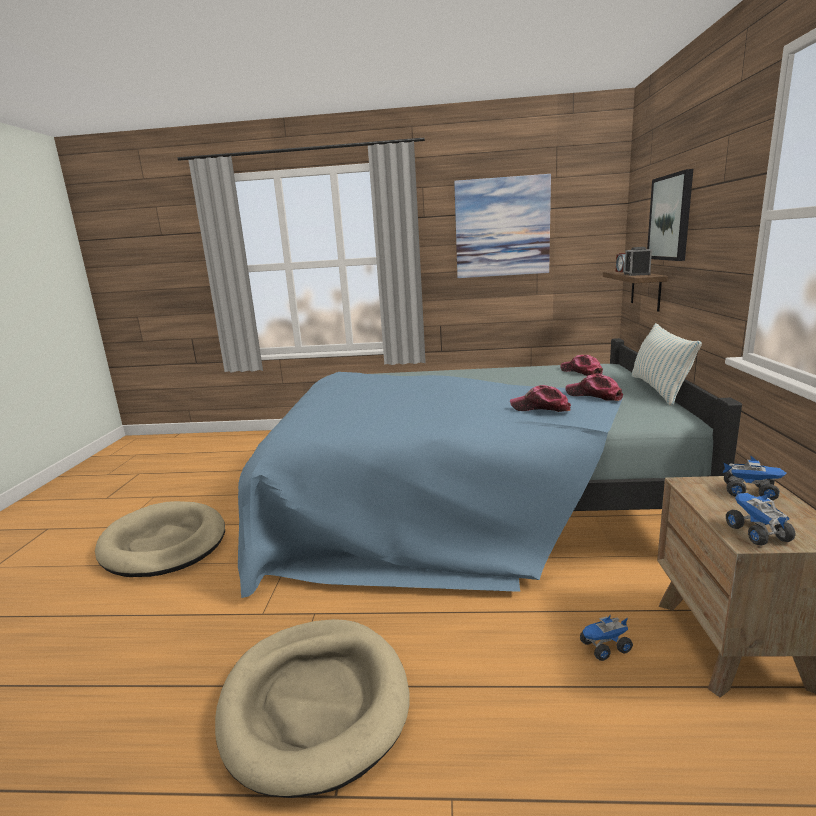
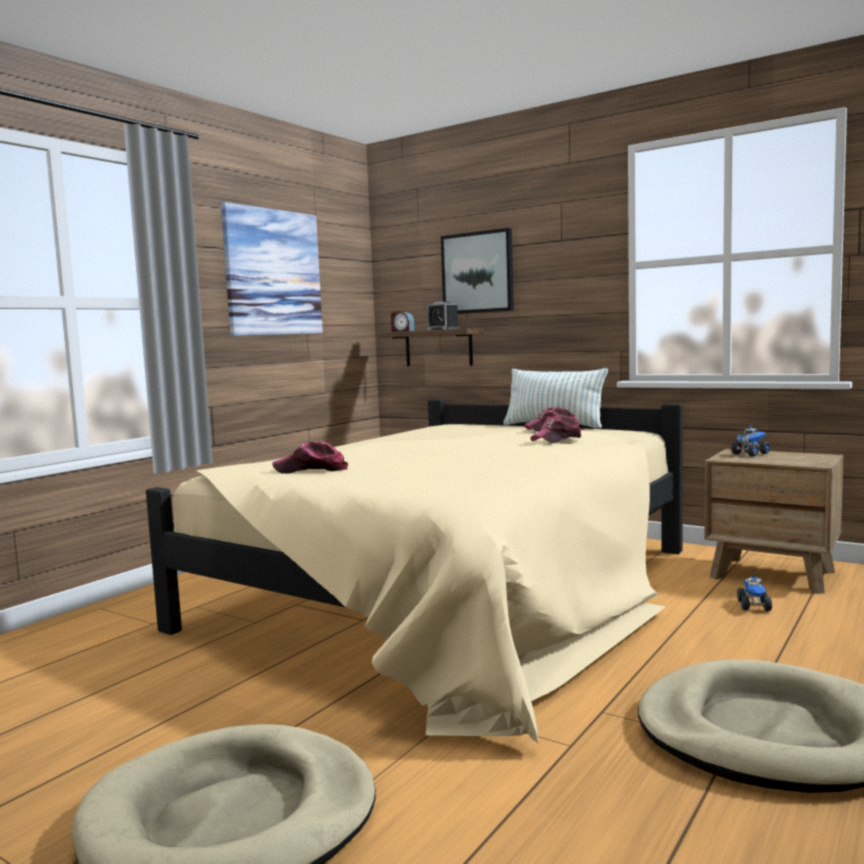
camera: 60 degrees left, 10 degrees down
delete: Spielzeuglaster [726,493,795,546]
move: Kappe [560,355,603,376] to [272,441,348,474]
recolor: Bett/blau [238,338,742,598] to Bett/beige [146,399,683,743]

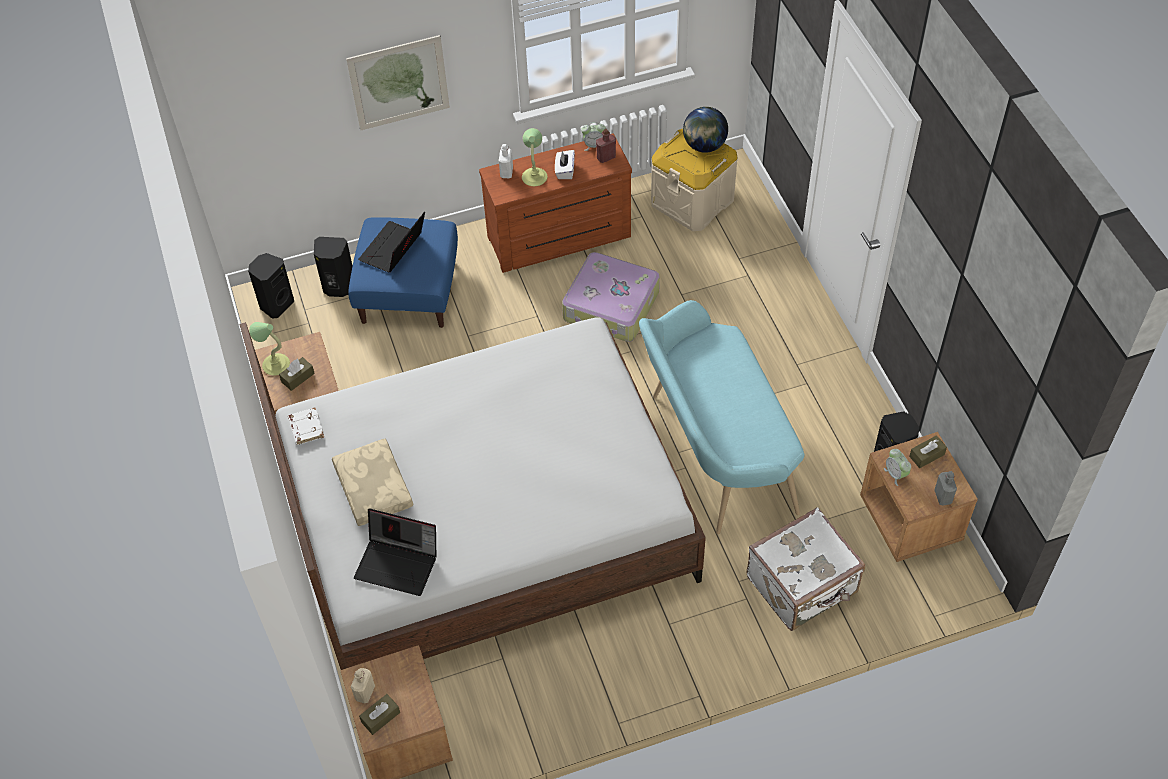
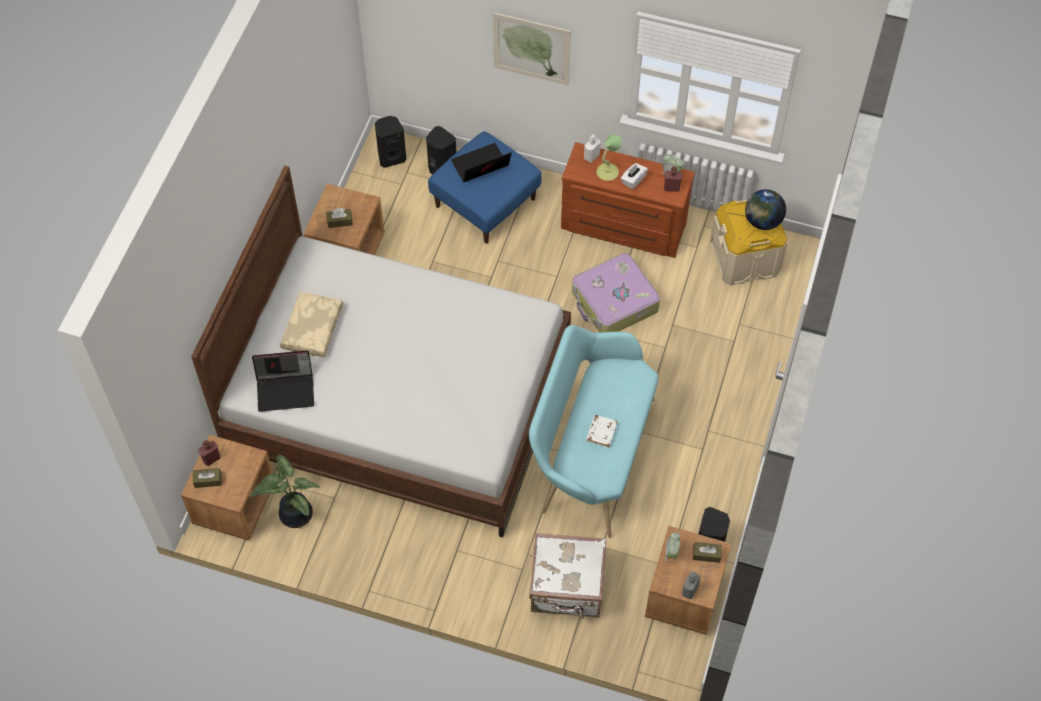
camera: 35 degrees right, 5 degrees up
delete: Tischlampe [249,322,290,376]
insert: Topfpflanze [250,454,320,528]
move: Buch/weiß [288,407,324,445] to [586,415,617,447]
recolor: Flasche/beige [351,668,375,703] to Flasche/rot [198,440,221,466]
rotate: Laptop [354,508,436,596] = [252,350,314,412] 60 degrees counterclockwise

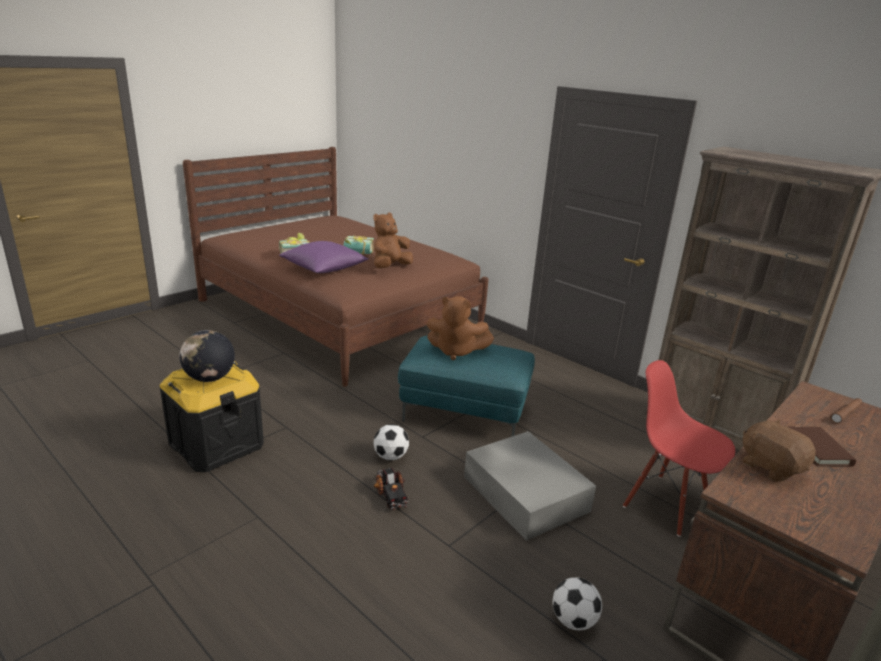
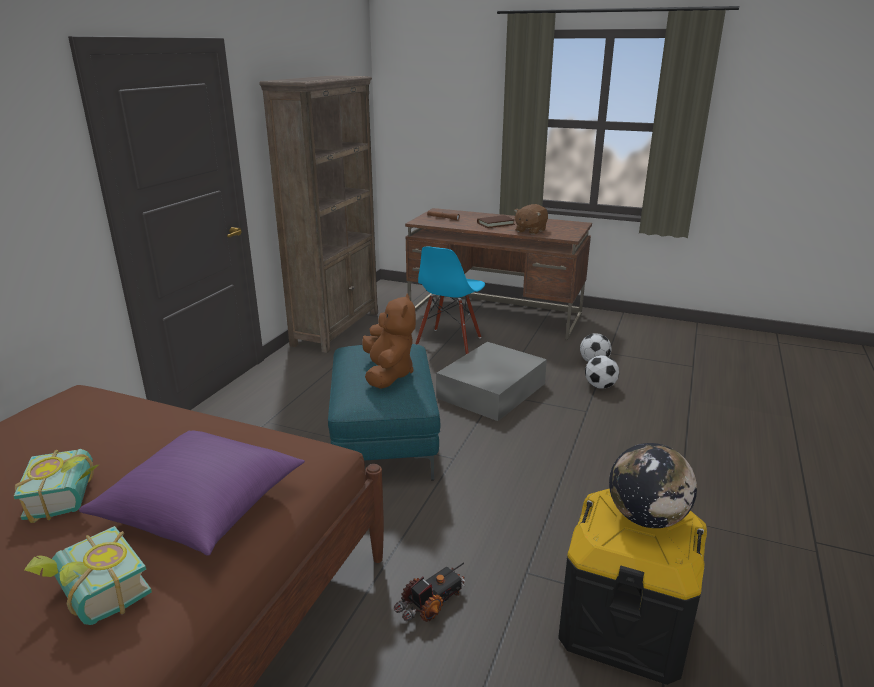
camera: 110 degrees left, 0 degrees up
delete: Plüschtier/braun [373,213,413,268]
move: Fußball [374,424,409,461] to [585,355,619,389]; Spielzeuglaster [374,468,409,510] to [394,562,465,622]
recolor: Stuhl/rot [623,360,735,537] to Stuhl/blau [415,246,485,354]

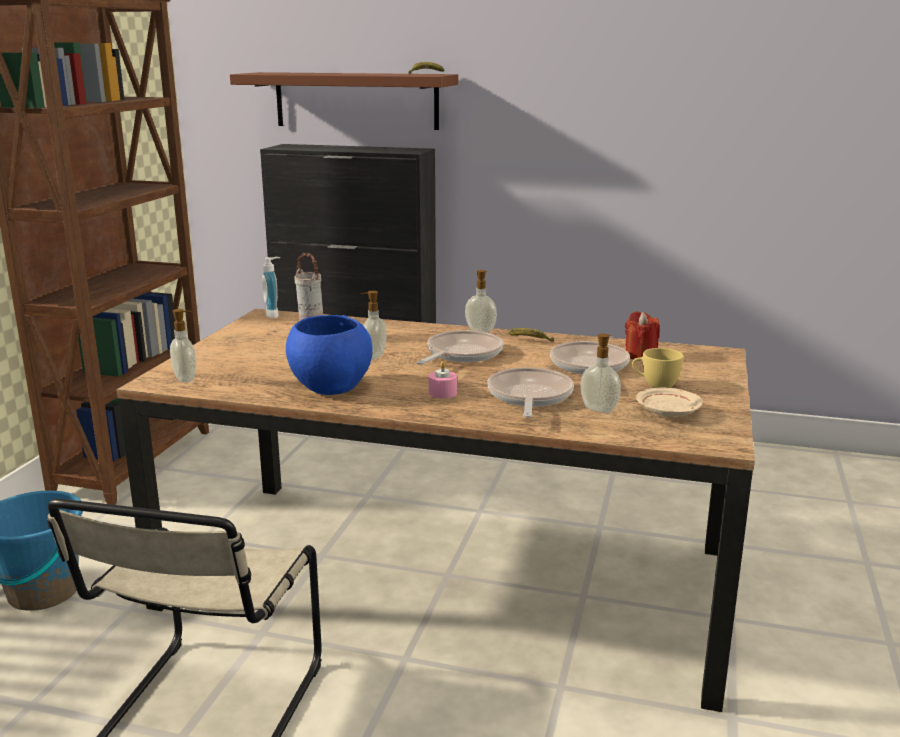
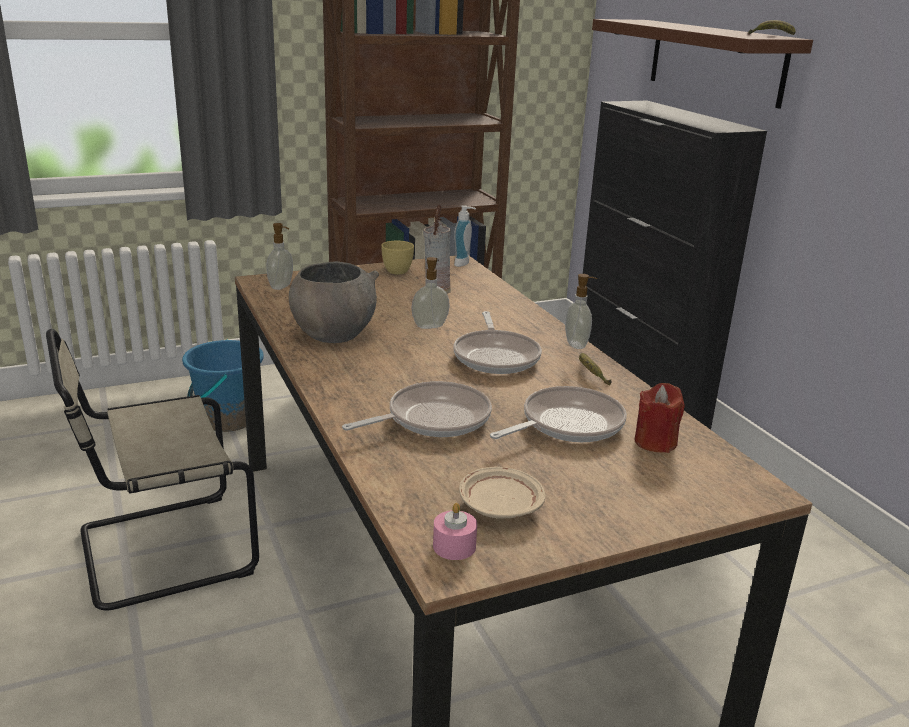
camera: 50 degrees right, 5 degrees up
delete: Seifenspender [580,334,621,413]
move: Kerze/rosa [429,361,457,398] to [433,503,477,560]; Tasse/gelb [632,348,684,388] to [381,241,414,275]
recolor: Schüssel/blau [286,315,373,395] to Schüssel/grau [289,261,379,343]
rotate: Pfanne [417,330,503,365] = [453,311,542,374] 90 degrees clockwise

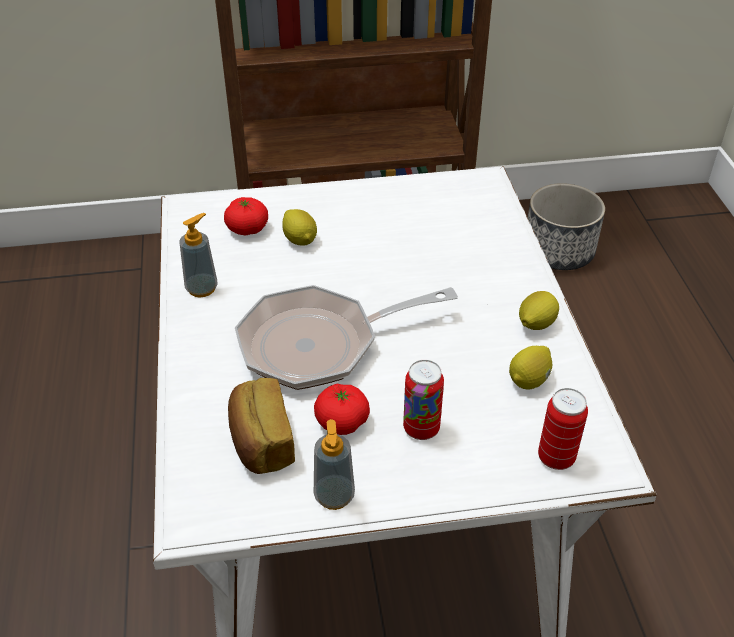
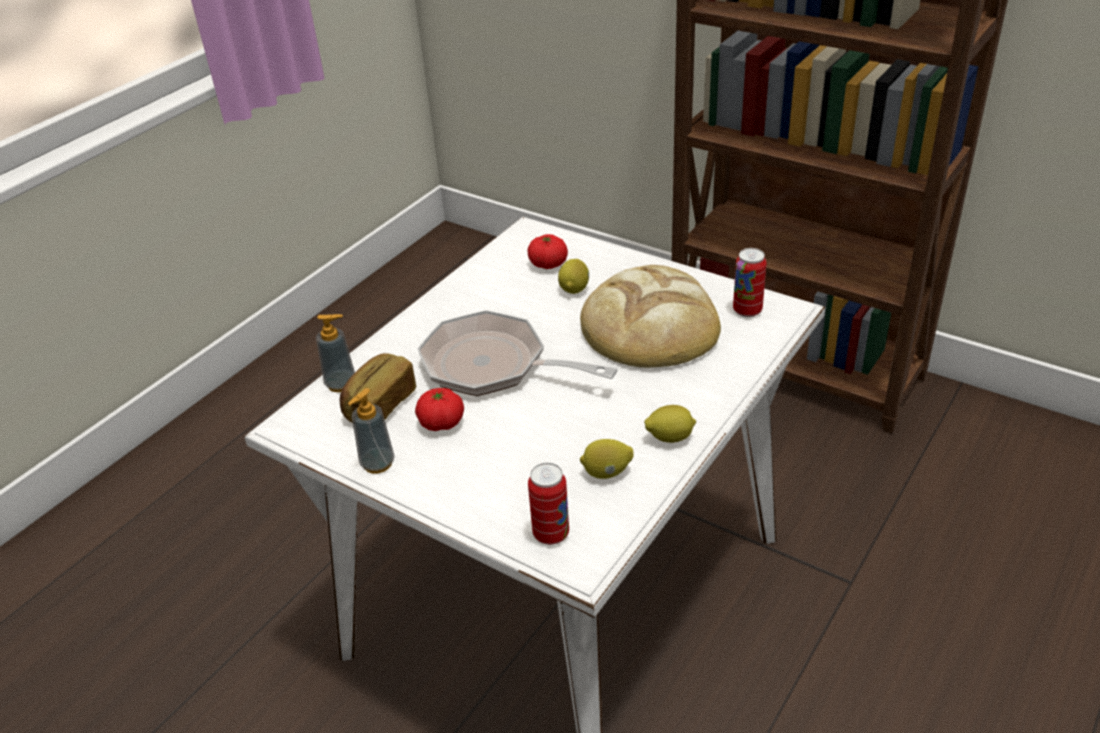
camera: 45 degrees right, 5 degrees down
delete: Pflanzkübel [528,183,605,270]
insert: Brot [580,265,721,368]
move: Seifenspender [179,213,218,297] to [316,314,355,392]; Dose [403,360,444,440] to [733,248,767,317]

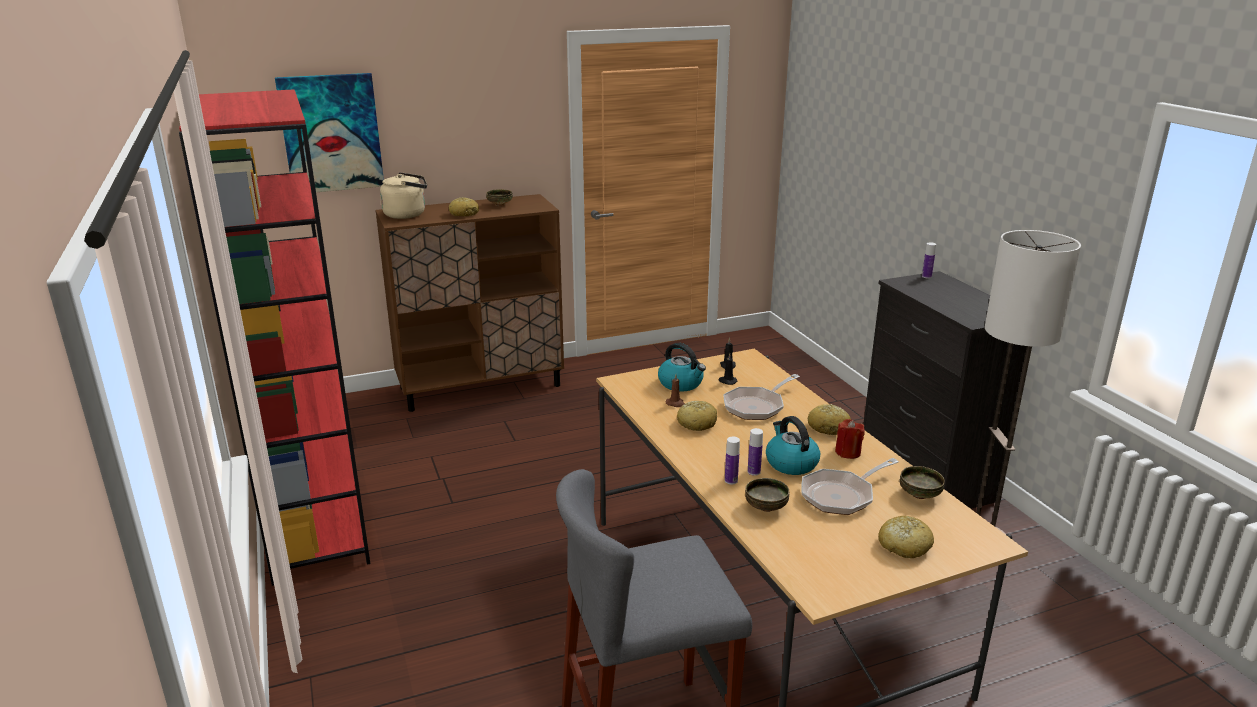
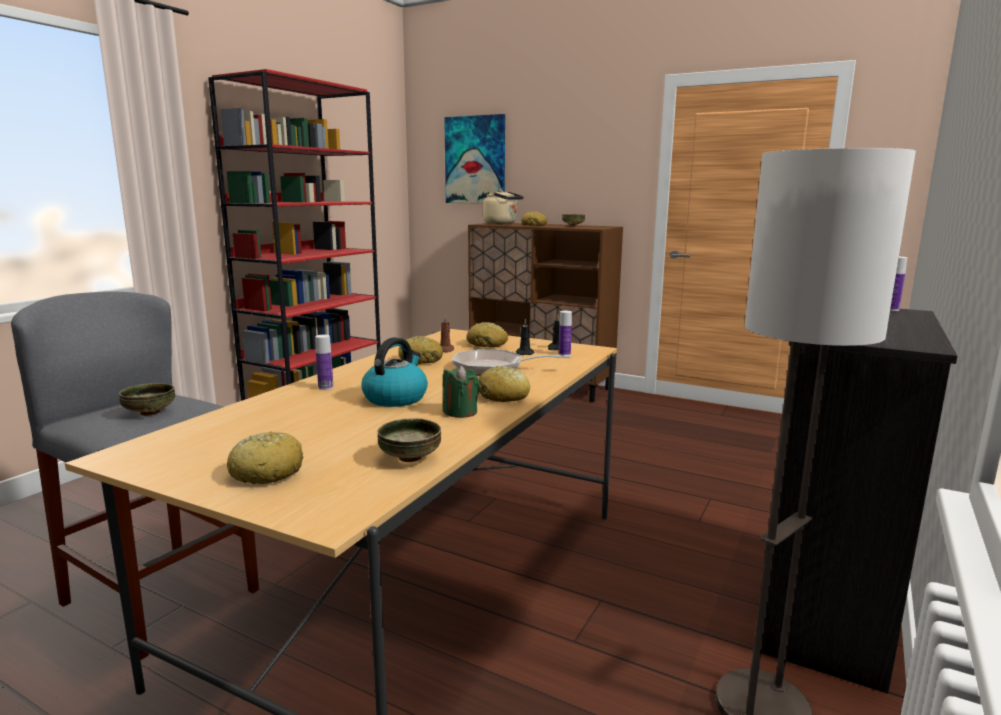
camera: 50 degrees right, 10 degrees down
delete: Pfanne [801,458,899,515]
move: Schüssel [745,478,789,512] to [119,383,175,416]; Flasche [748,428,763,476] to [559,311,572,355]
replace: Wasserkessel [658,343,706,392] to Brot [467,322,508,348]
recolor: Kerze/rot [835,419,865,459] to Kerze/grün [443,365,480,418]

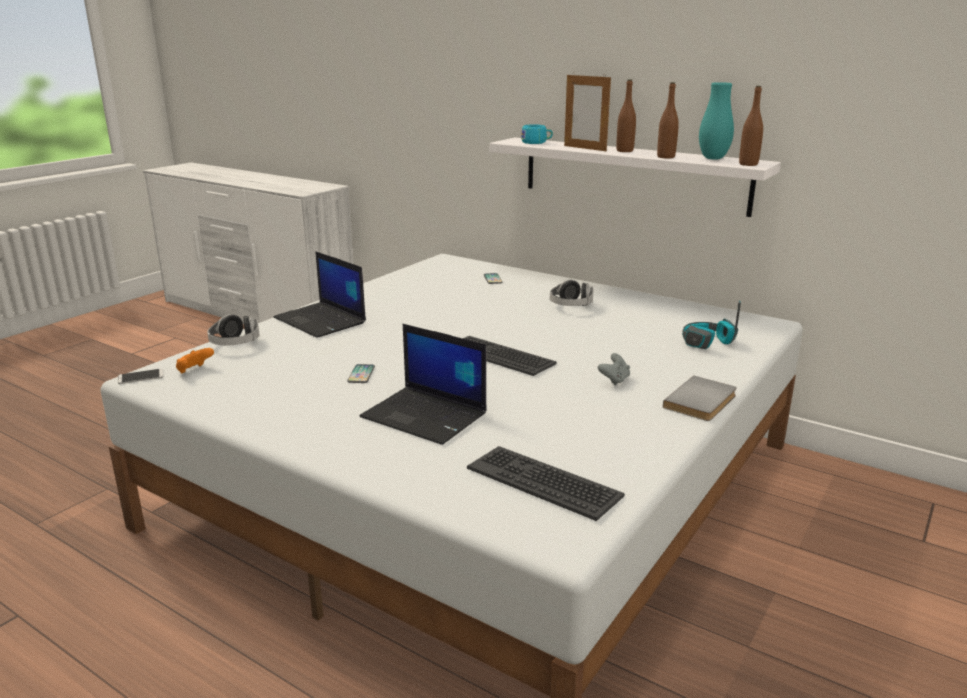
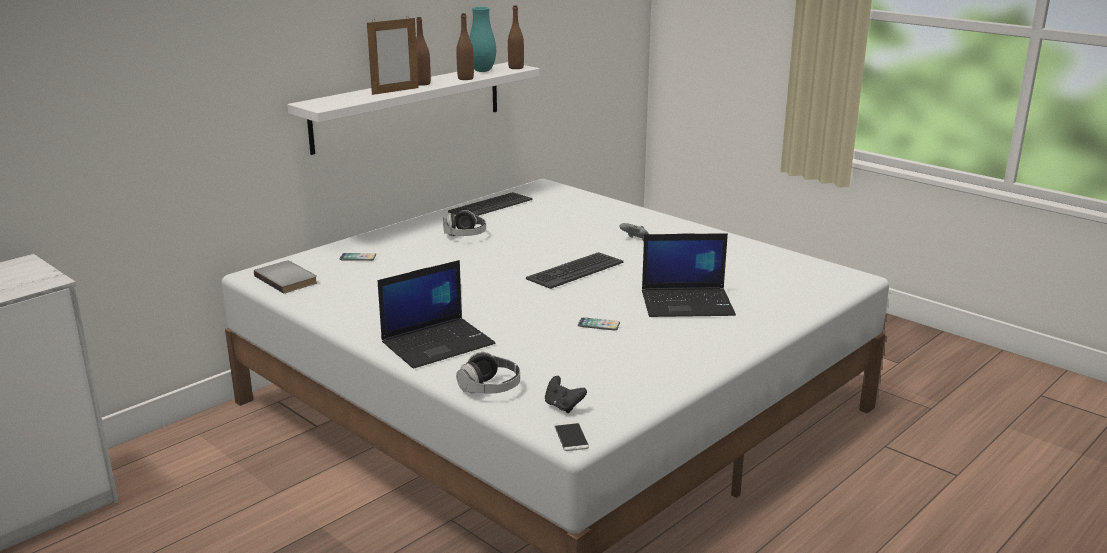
camera: 80 degrees left, 0 degrees up
delete: Tasse/türkis [521,124,553,144]; Kopfhörer [682,301,741,349]
move: Tastatur [467,446,625,521] to [448,192,533,216]; Buch/grau [663,376,737,421] to [254,261,317,294]
recolor: Gamepad/orange [176,348,214,373] to Gamepad/schwarz [545,376,587,413]
rotate: Laptop [360,324,487,445] = [642,233,736,317] 45 degrees clockwise

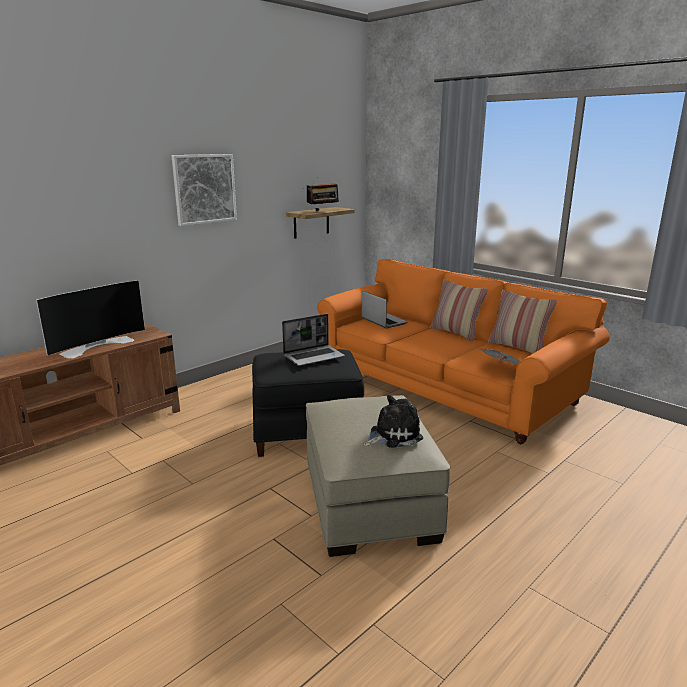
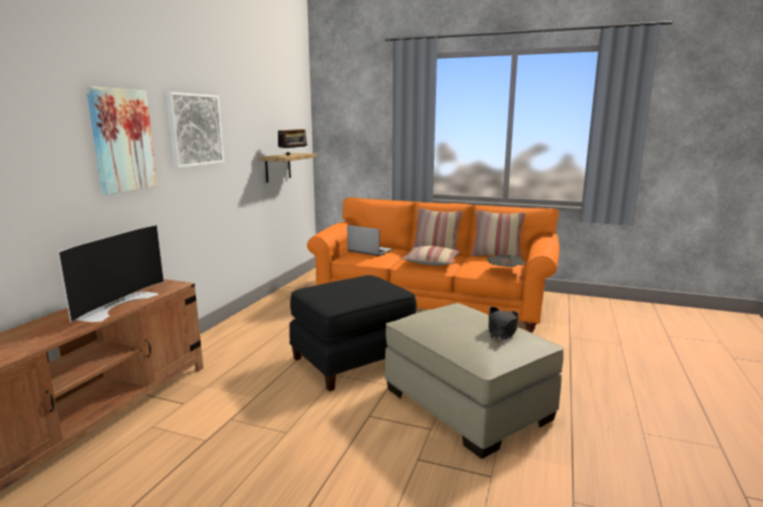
camera: 25 degrees left, 5 degrees down
delete: Laptop [282,314,345,366]
insert: Bild [86,86,158,195]; Kissen [401,246,460,266]
replace: Plüschtier [363,395,423,448] to Hut/schwarz [489,307,519,342]

